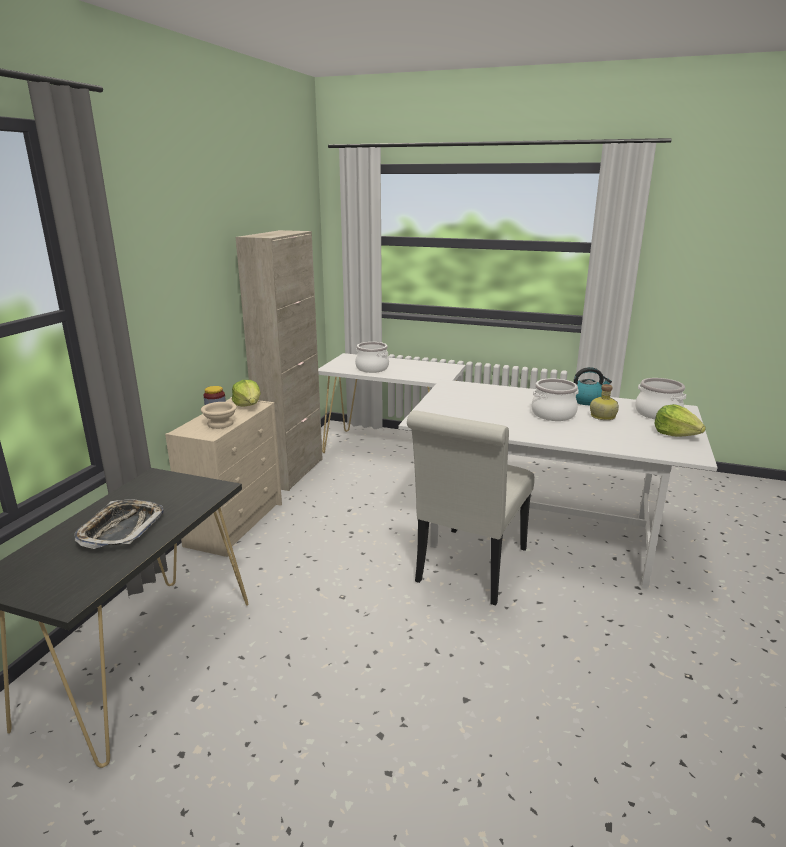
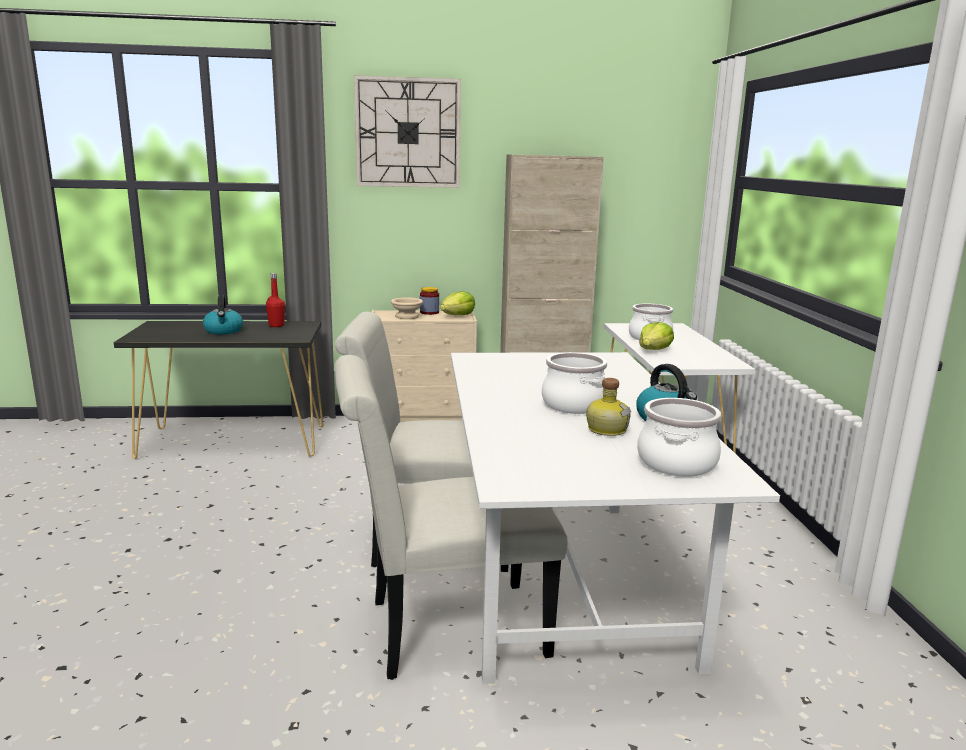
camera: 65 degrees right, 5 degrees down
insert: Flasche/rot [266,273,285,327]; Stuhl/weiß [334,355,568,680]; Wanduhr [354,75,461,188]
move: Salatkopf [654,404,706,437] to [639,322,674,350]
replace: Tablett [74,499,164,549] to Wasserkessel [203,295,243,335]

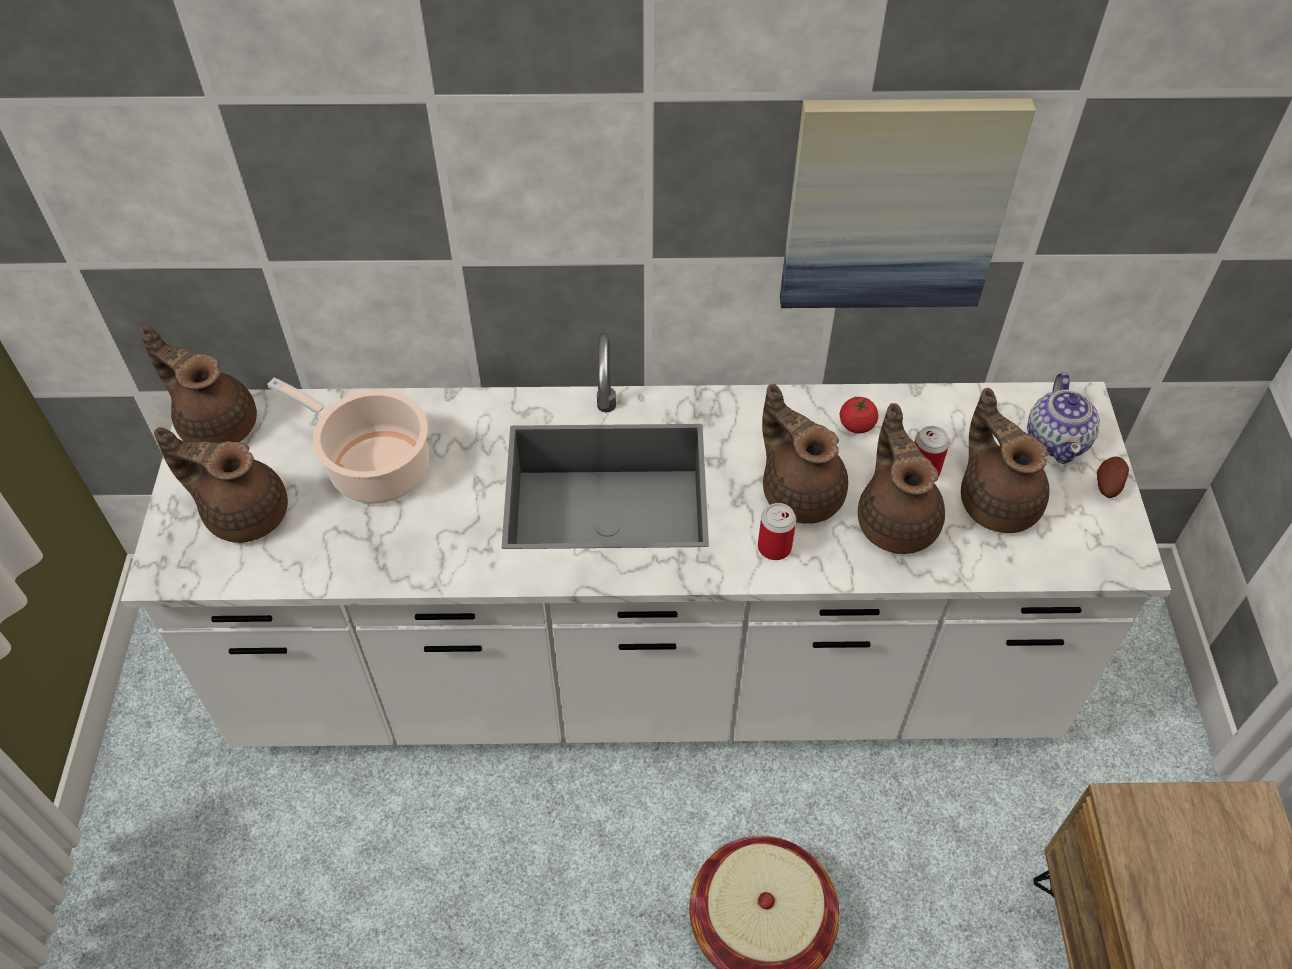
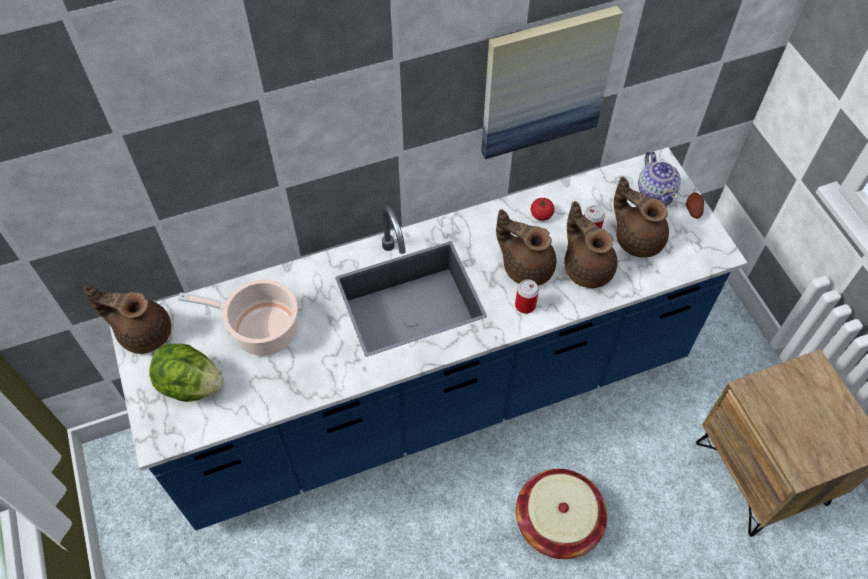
camera: 20 degrees left, 5 degrees up
replace: Teekanne/braun [154,427,288,543] to Salatkopf [149,343,224,402]
recolor: Küchenzeile/weiß [121,332,1171,747] to Küchenzeile/blau [110,147,748,531]

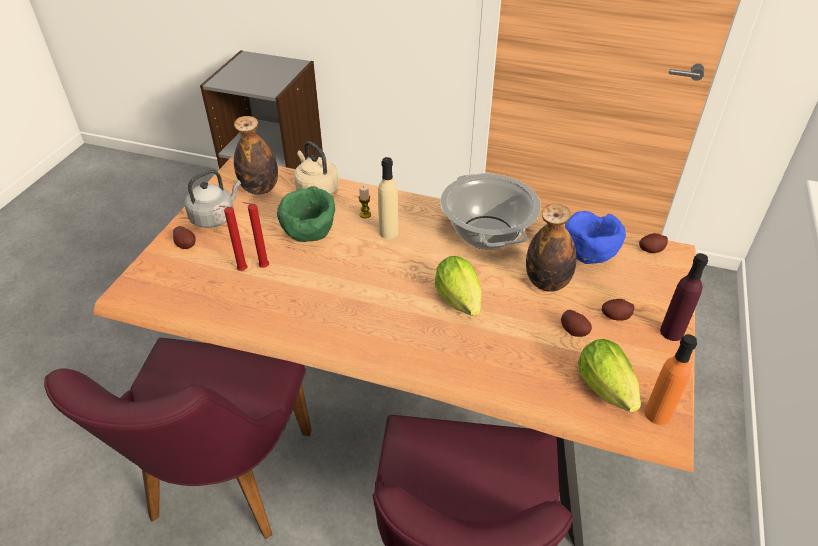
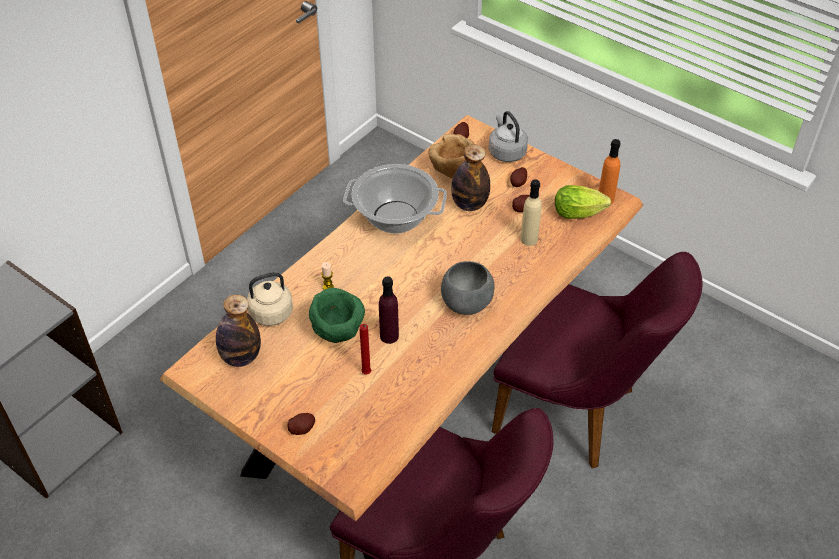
camera: 70 degrees left, 5 degrees up
delete: Kerze/rot [219,206,248,271]; Salatkopf [435,256,482,316]
insert: Schüssel/grau [441,261,494,315]
move: Wasserkessel/grau [185,170,241,228] to [489,111,528,162]; Flasche/beige [378,157,399,239] to [520,179,542,246]; Flasche/lila [660,253,708,341] to [379,276,399,344]
recolor: Schüssel/blau [565,211,626,264] to Schüssel/braun [428,134,474,179]

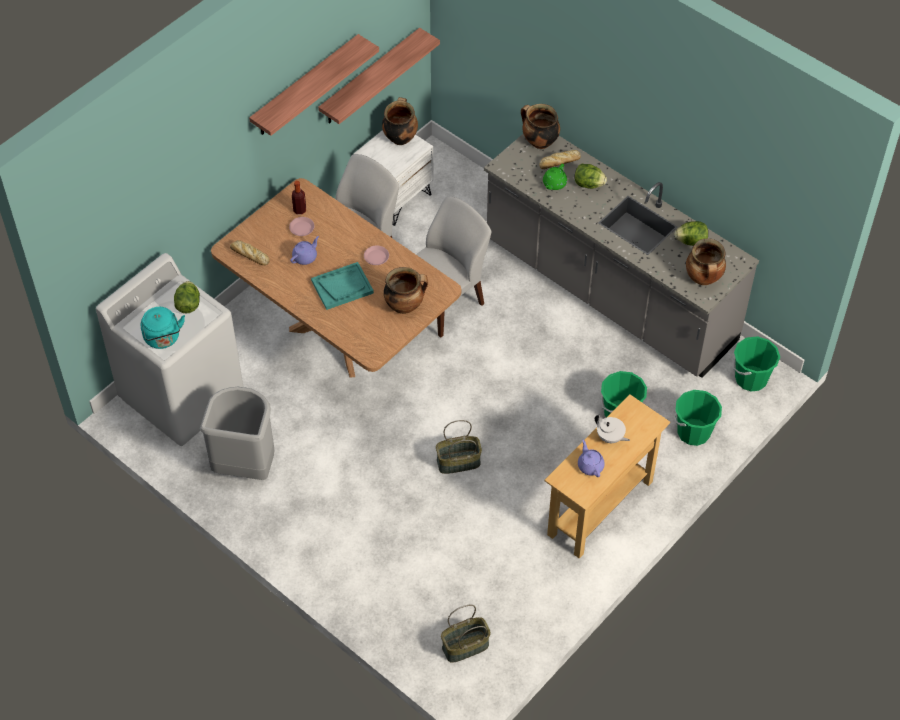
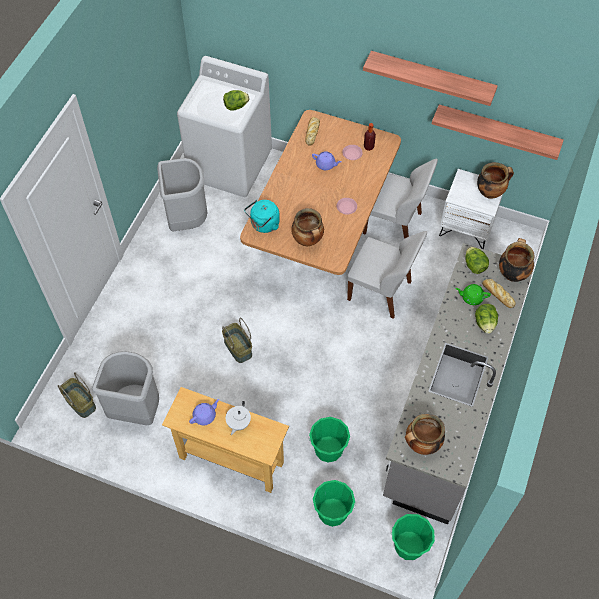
camera: 70 degrees right, 5 degrees up
delete: Tablett/türkis [311,262,374,310]
insert: Mülleimer/grau [92,351,159,425]
move: Wasserkessel/türkis [141,307,185,349] to [244,200,280,233]; Salatkopf [674,221,708,246] to [465,247,489,274]

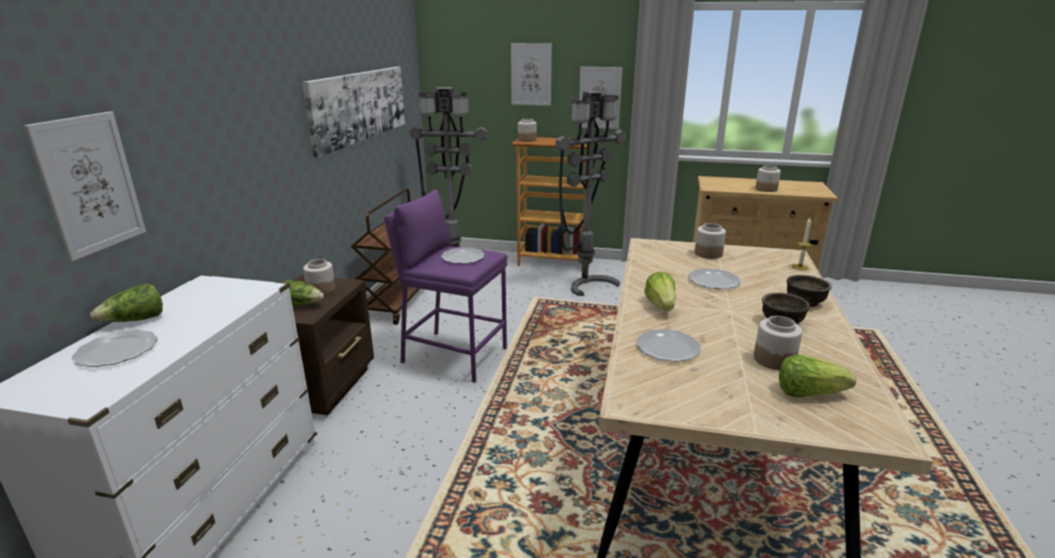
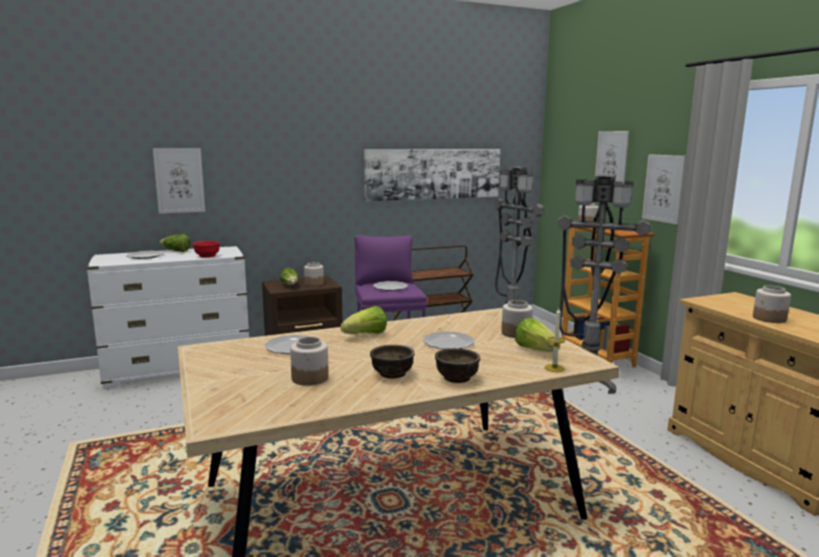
camera: 55 degrees right, 10 degrees down
insert: Schüssel/rot [193,241,220,258]
move: Salatkopf [779,354,856,398] to [515,318,560,352]

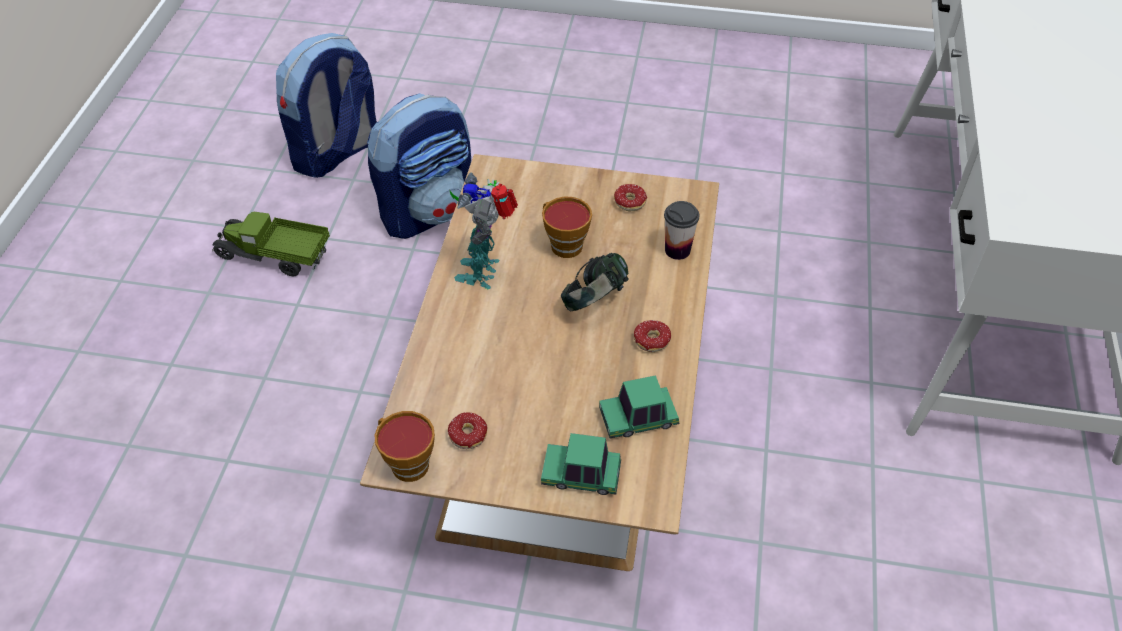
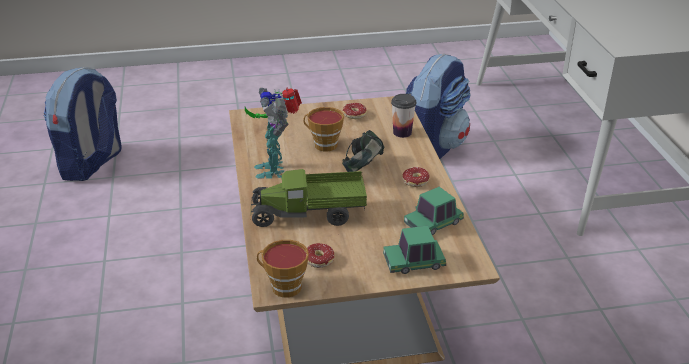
camera: 20 degrees left, 15 degrees down
move: Spielzeuglaster [212,212,330,277] to [251,169,367,227]; Rucksack [367,93,471,239] to [406,53,471,159]

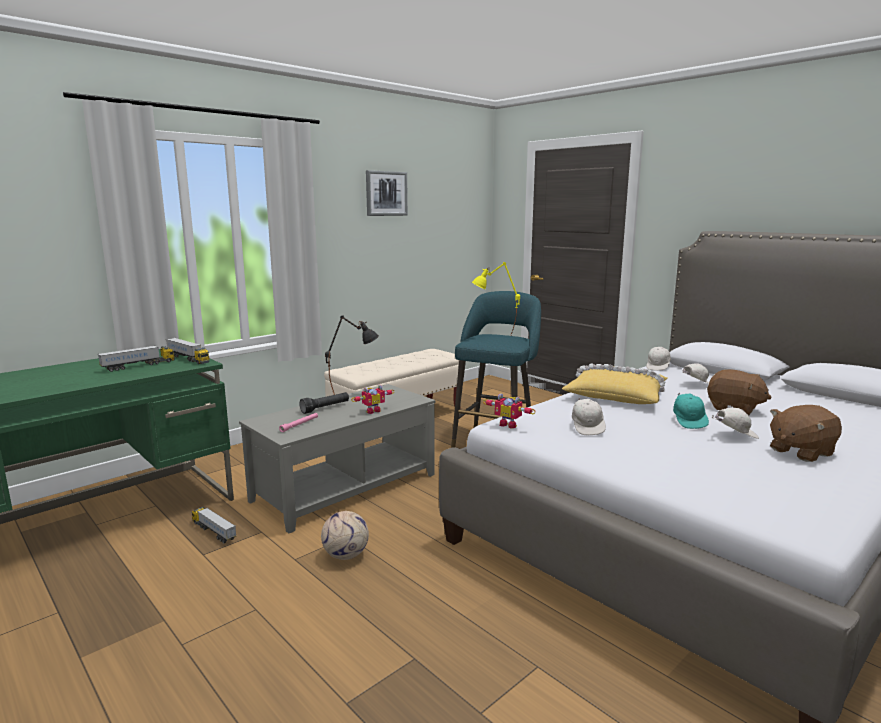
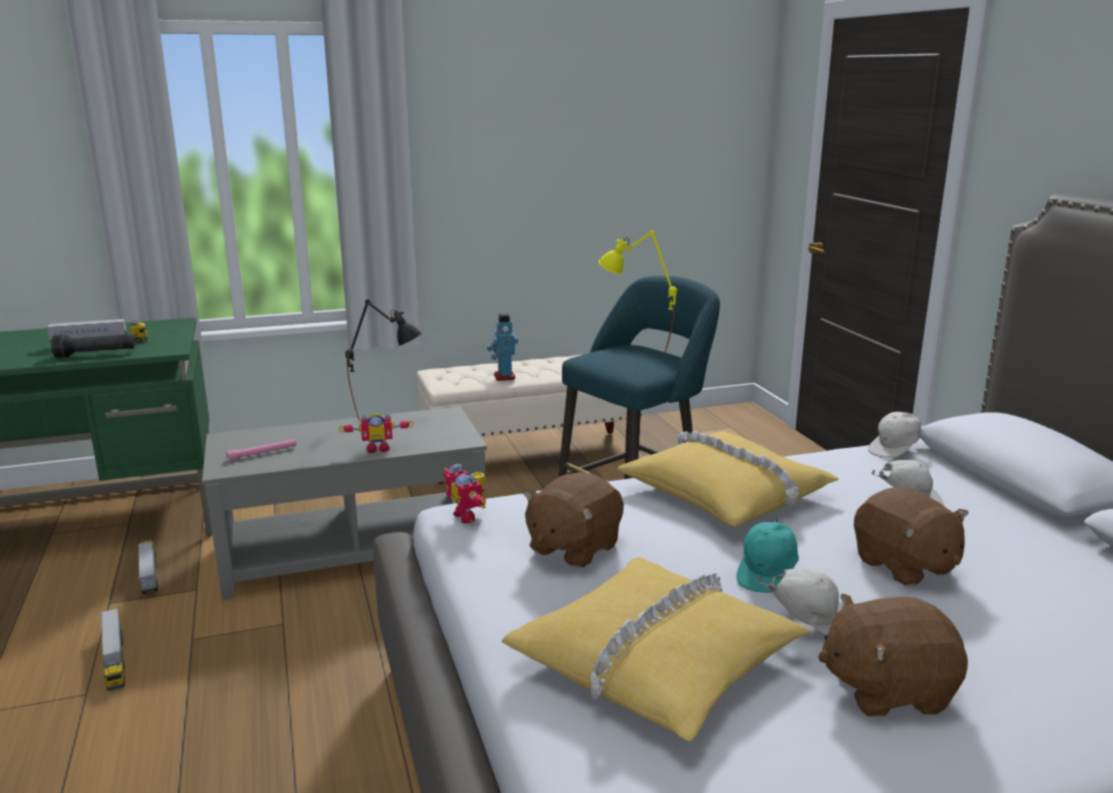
camera: 25 degrees right, 5 degrees up
delete: Fußball [321,511,369,560]; Bild [366,170,408,216]
insert: Spielzeugroboter [487,314,518,381]; Kissen/gelb [502,557,810,741]
move: Spielzeuglaster [166,338,210,364] to [101,608,125,691]; Taschenlampe/schwarz [299,392,349,414] to [51,335,135,358]
replace: Kappe/weiß [572,398,606,435] to Plüschtier/braun [523,472,624,568]

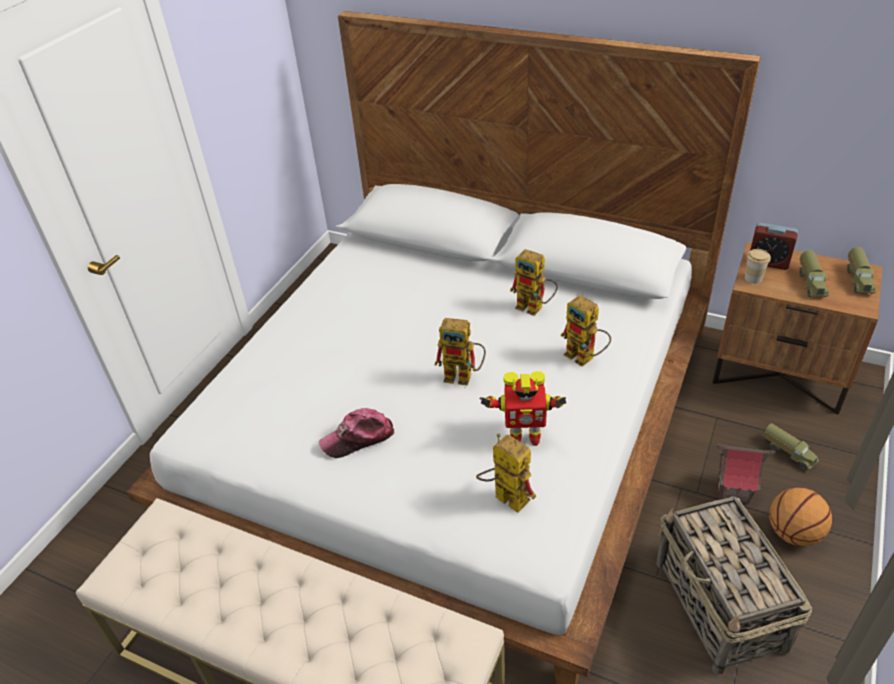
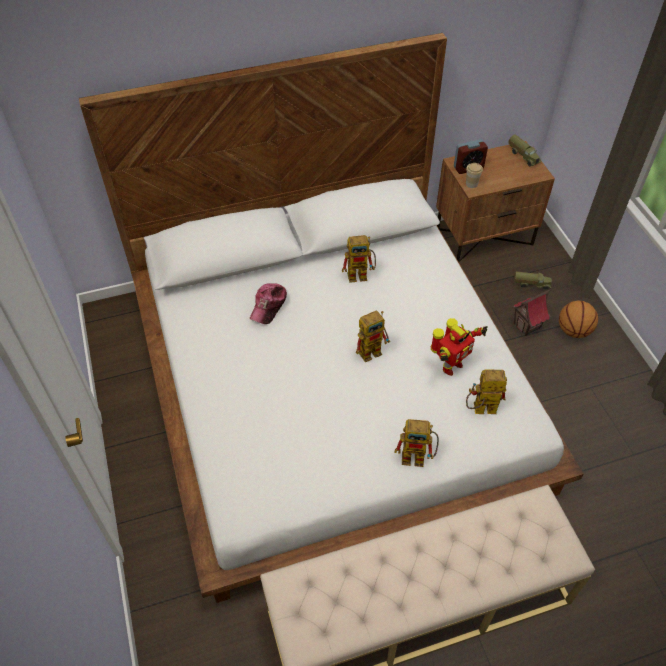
camera: 45 degrees left, 10 degrees up
delete: Korb [656,496,812,674]; Spielzeuglaster [799,250,829,297]
move: Kappe [319,408,394,458] to [250,283,287,324]; Spielzeugroboter [561,295,611,367] to [395,419,439,467]

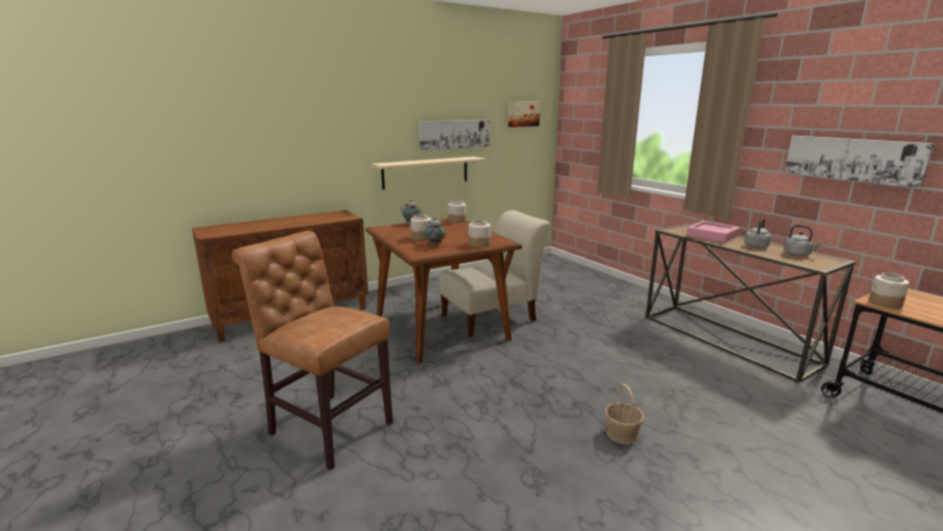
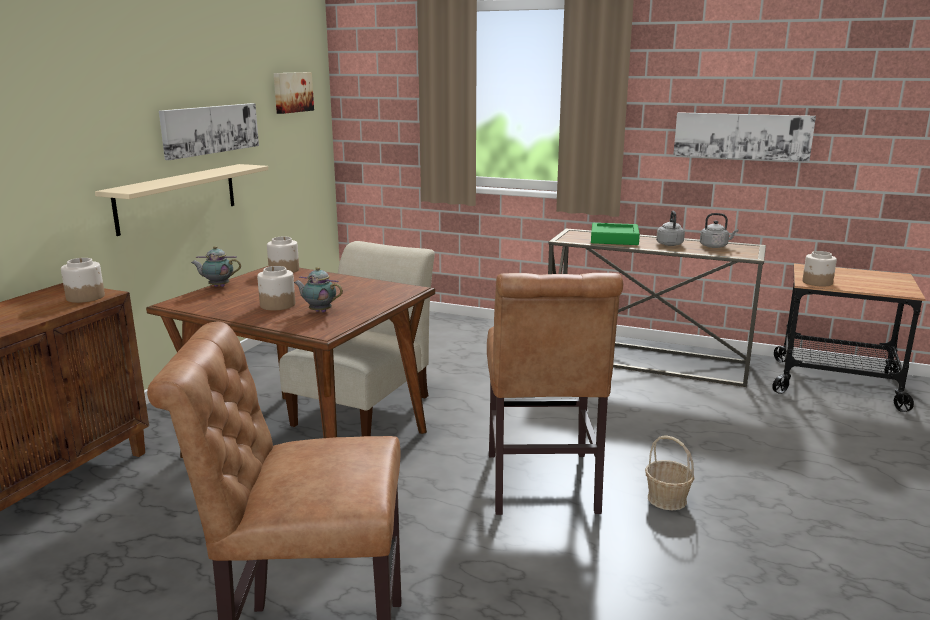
camera: 35 degrees left, 0 degrees up
insert: Stuhl/braun [487,273,623,515]
move: Vorratsglas [468,220,491,248] to [61,258,105,303]
recolor: Tablett/rosa [687,221,740,243] to Tablett/grün [591,223,640,245]

